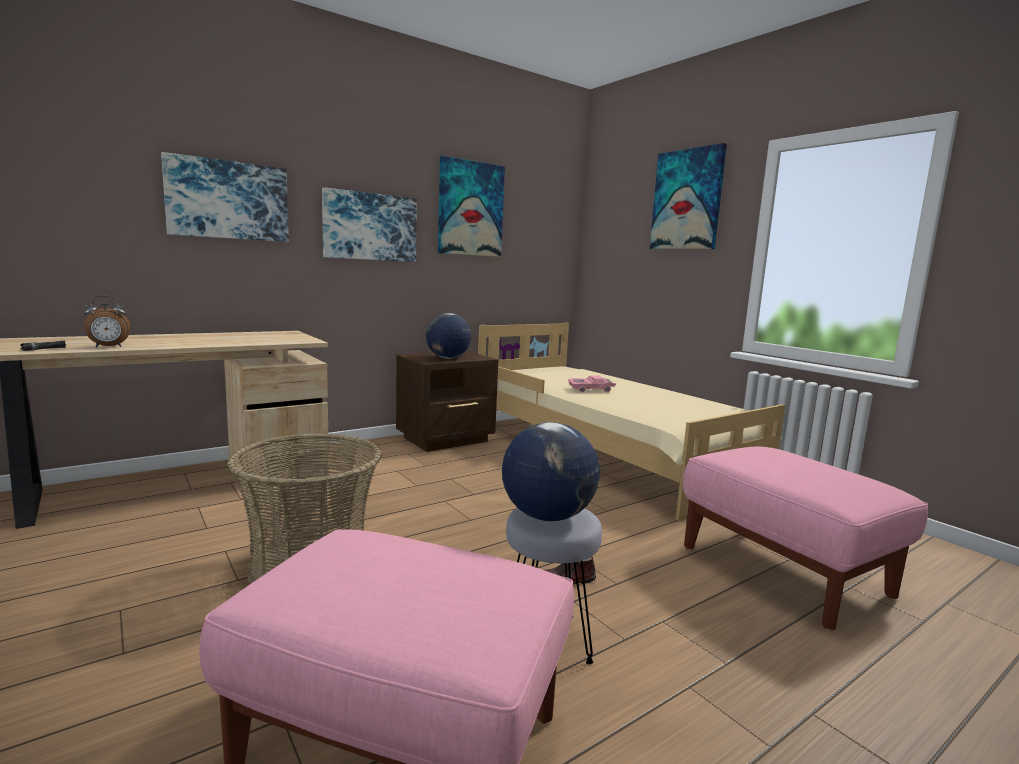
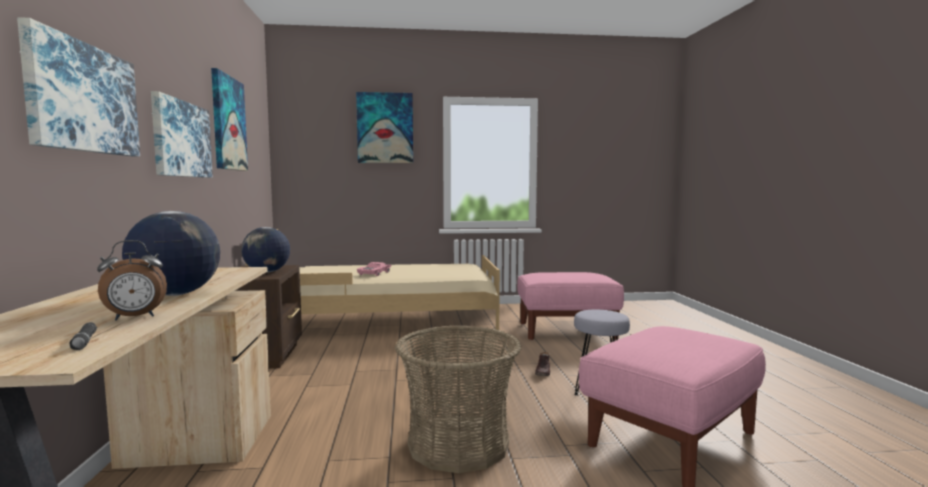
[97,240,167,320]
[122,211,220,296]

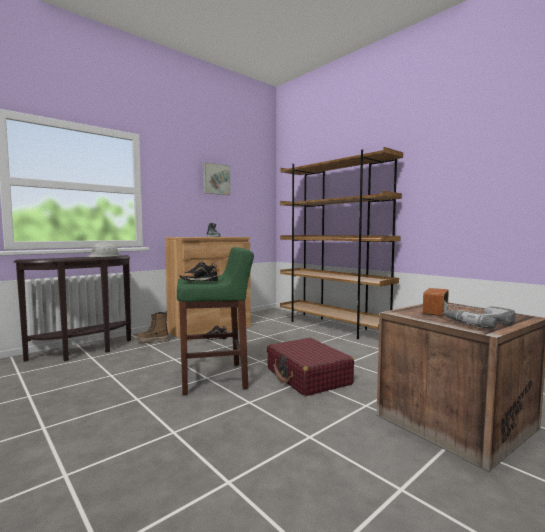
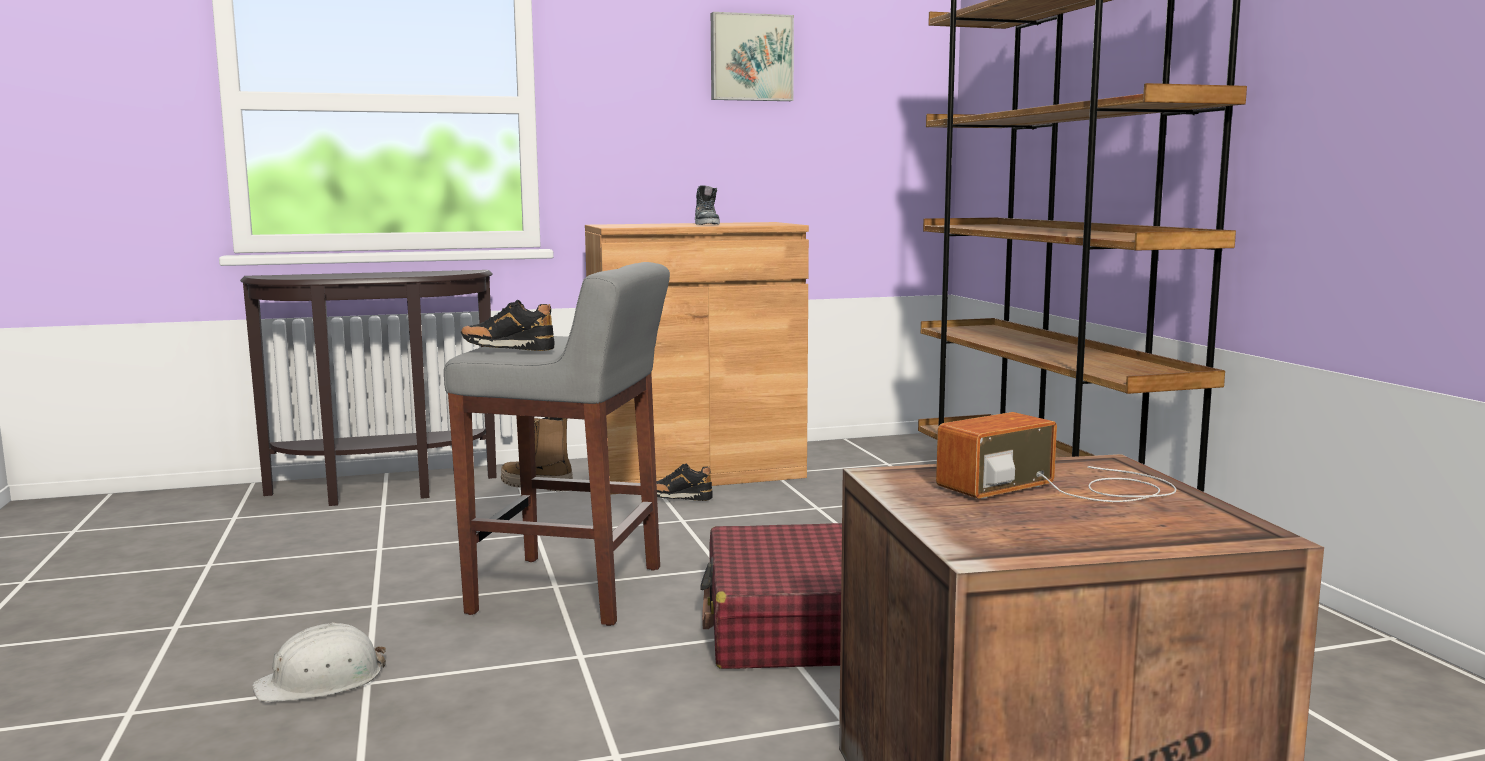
[252,622,386,702]
[444,262,670,626]
[443,306,516,329] (first image)

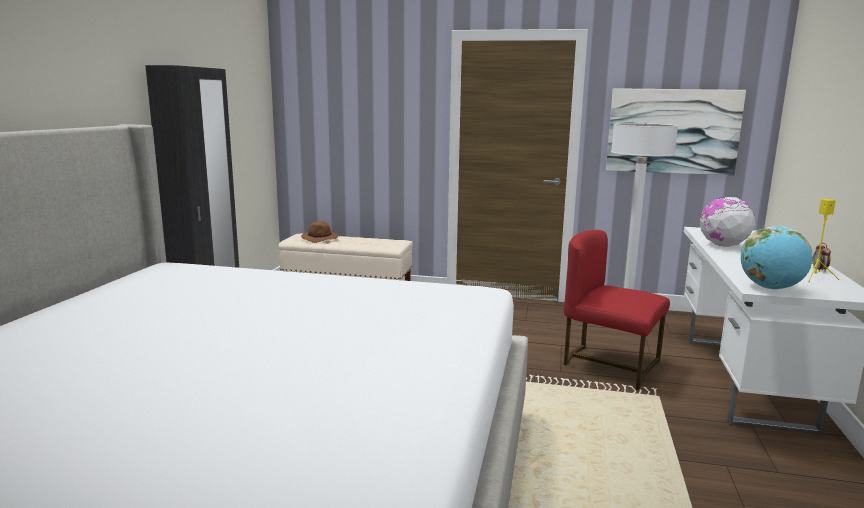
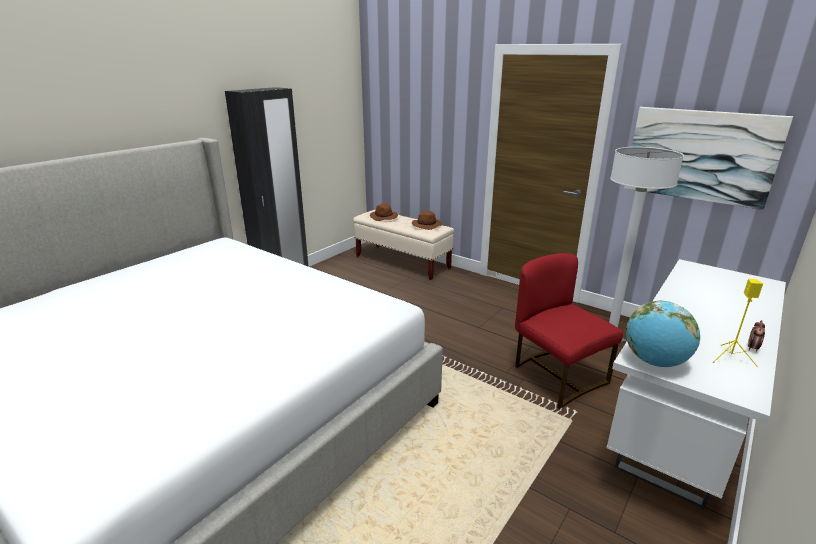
[700,197,755,247] (first image)
[412,211,442,230]

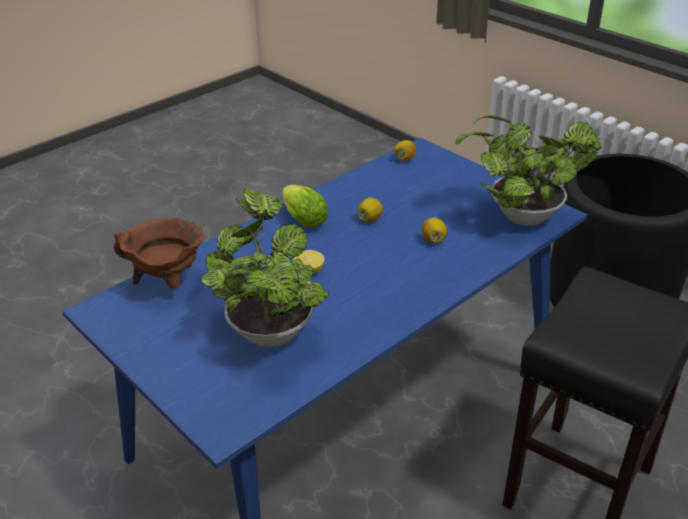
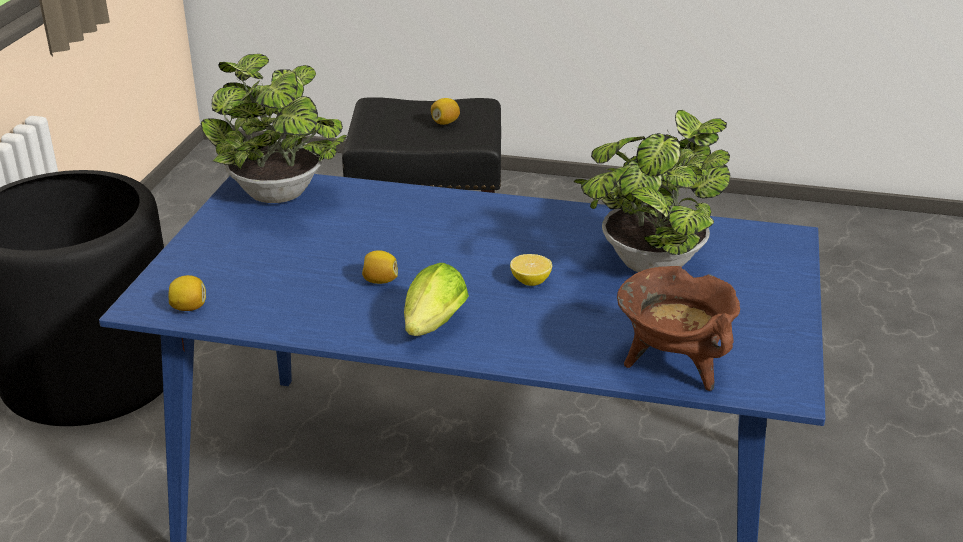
[431,98,460,125]

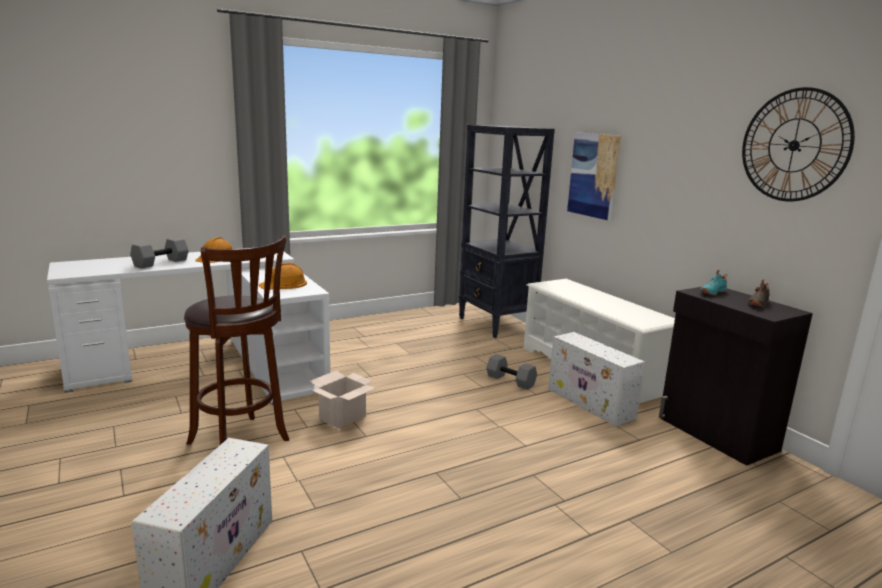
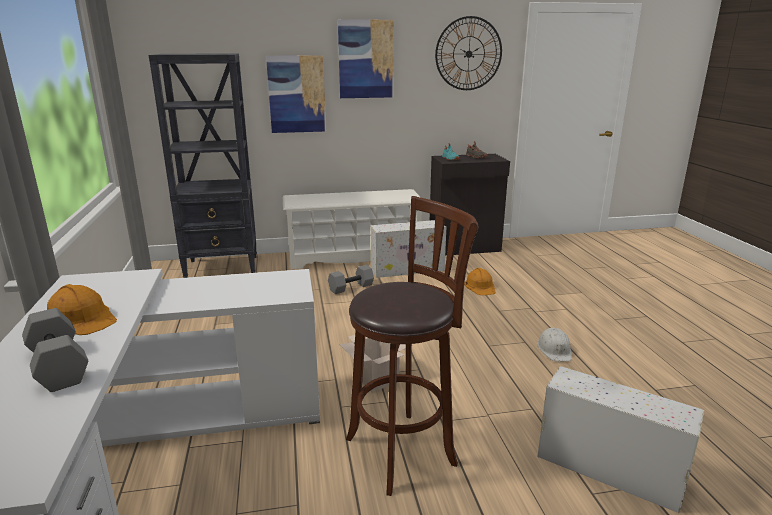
[464,268,496,295]
[338,19,394,98]
[537,328,572,361]

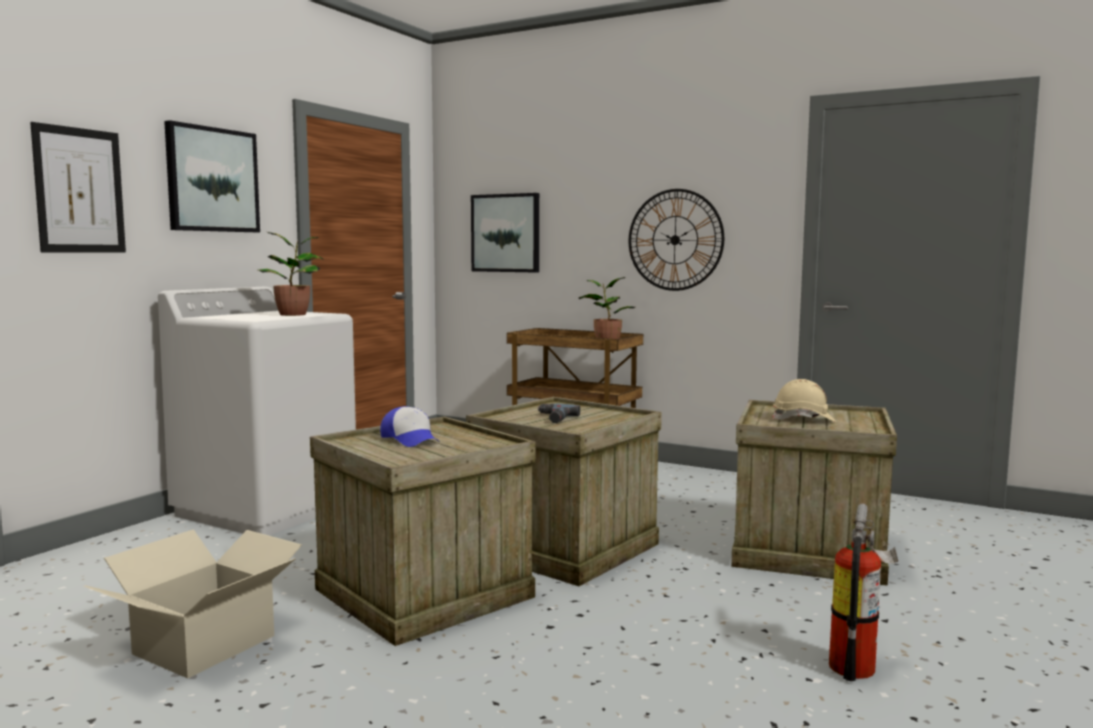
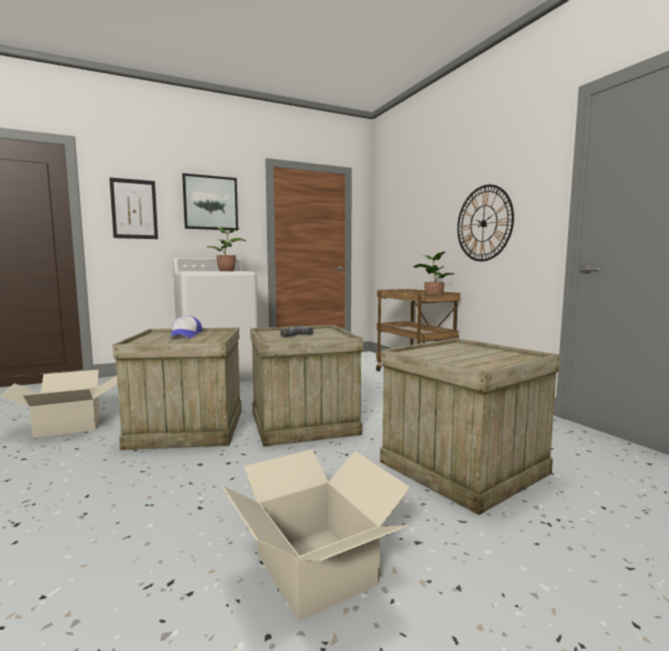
[471,193,539,272] (first image)
[772,379,836,422] (first image)
[221,449,411,621]

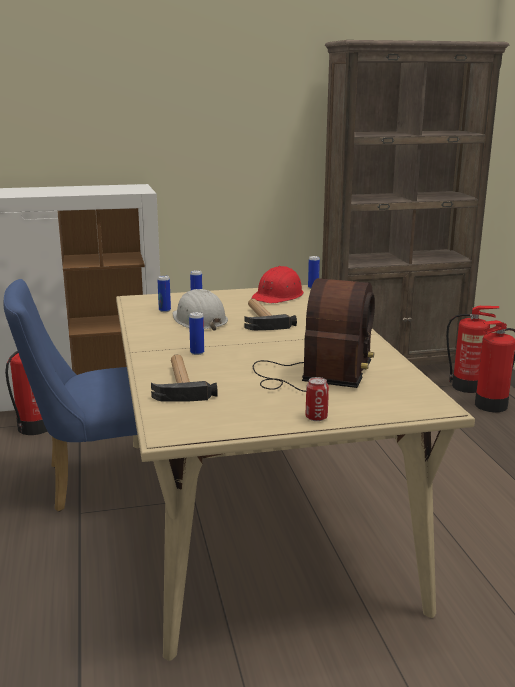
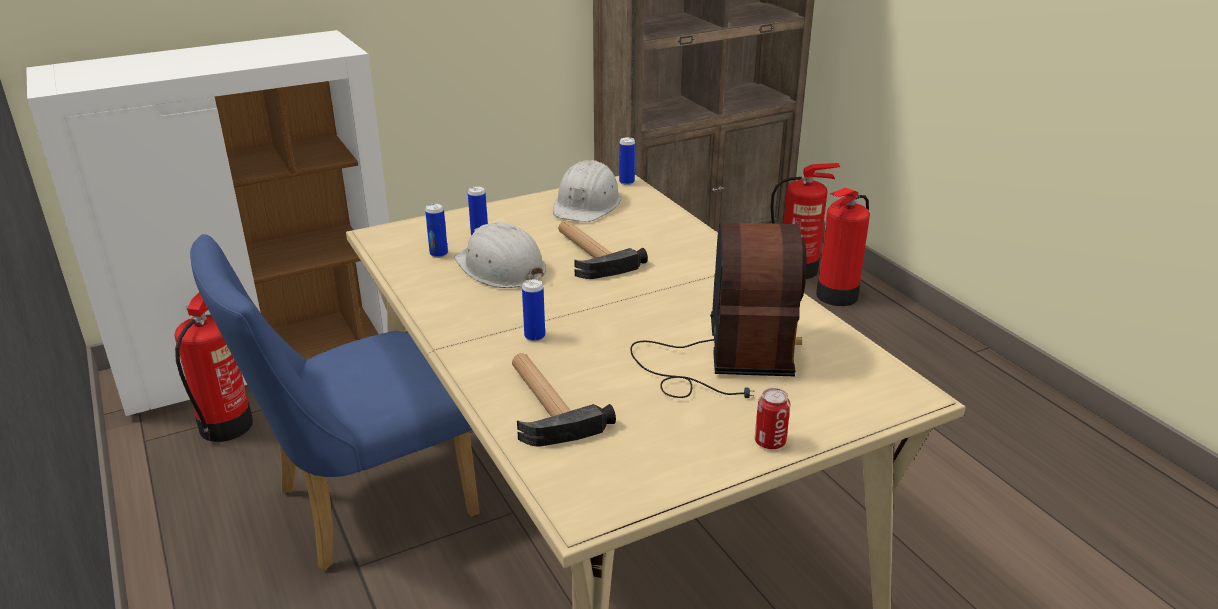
[553,160,621,222]

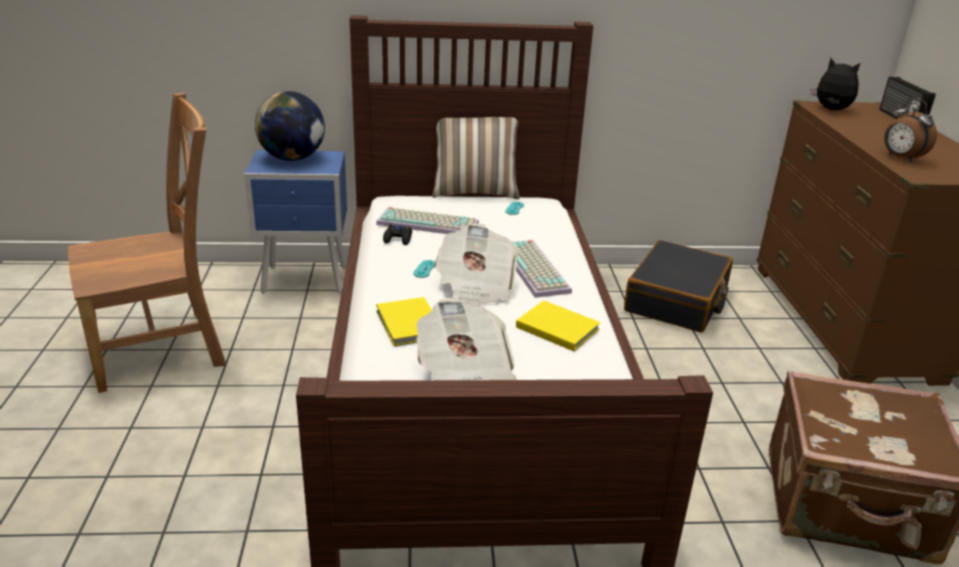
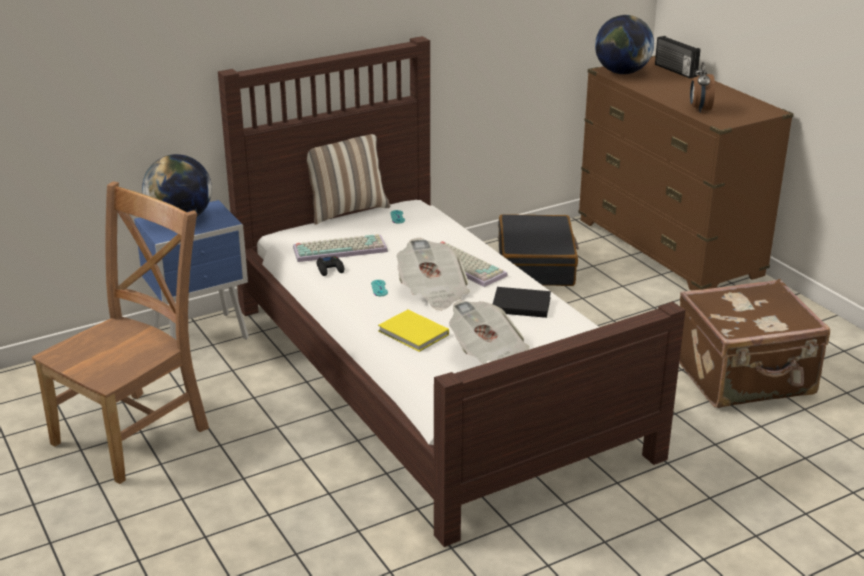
[492,287,551,318]
[595,15,654,74]
[690,62,715,113]

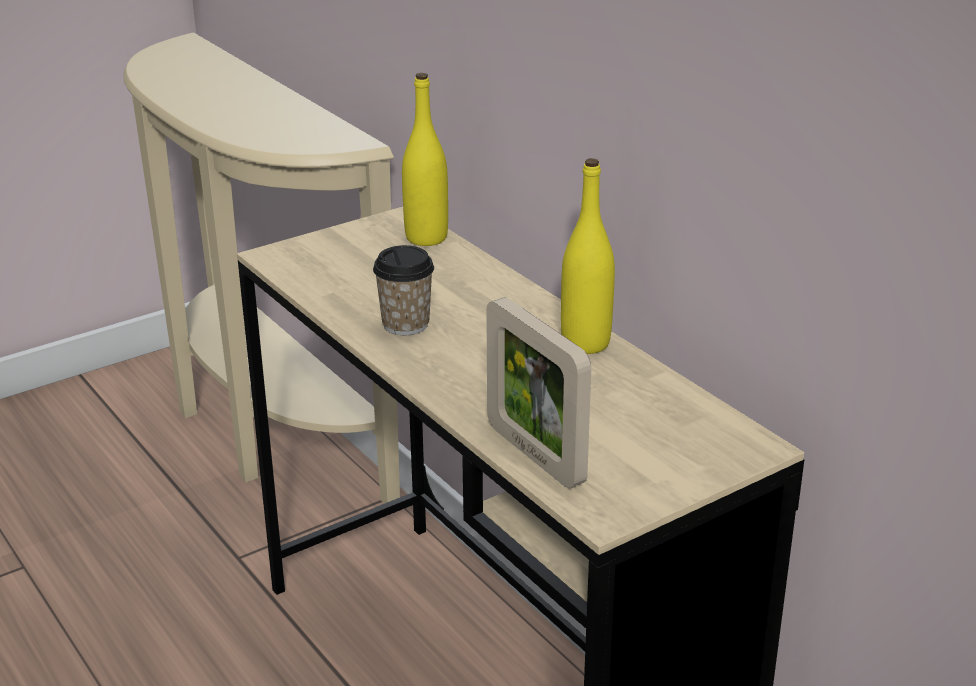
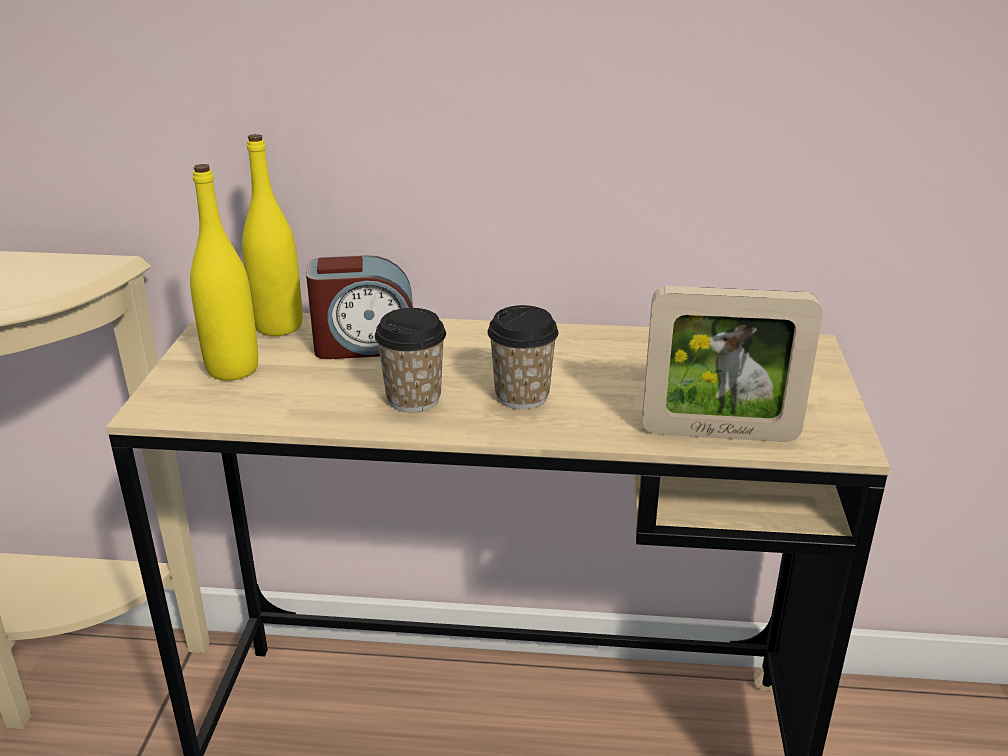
[190,164,258,380]
[306,255,413,359]
[487,305,559,409]

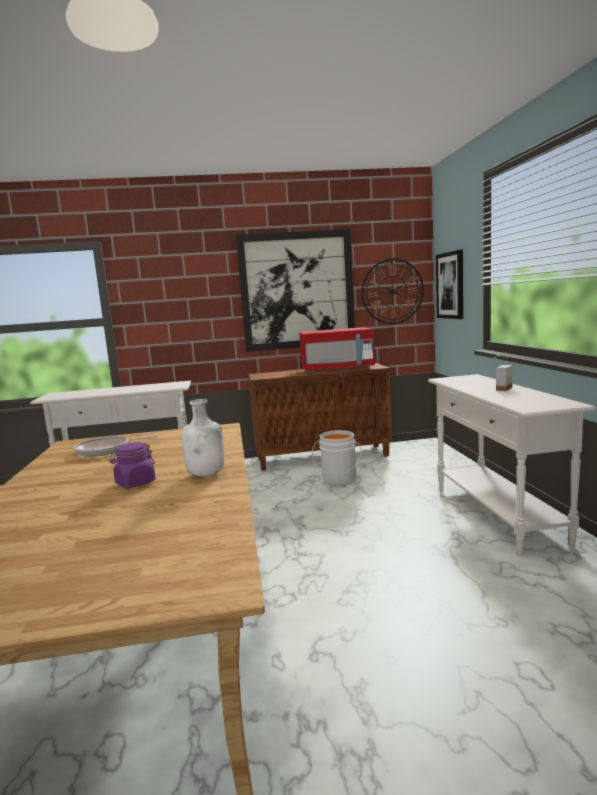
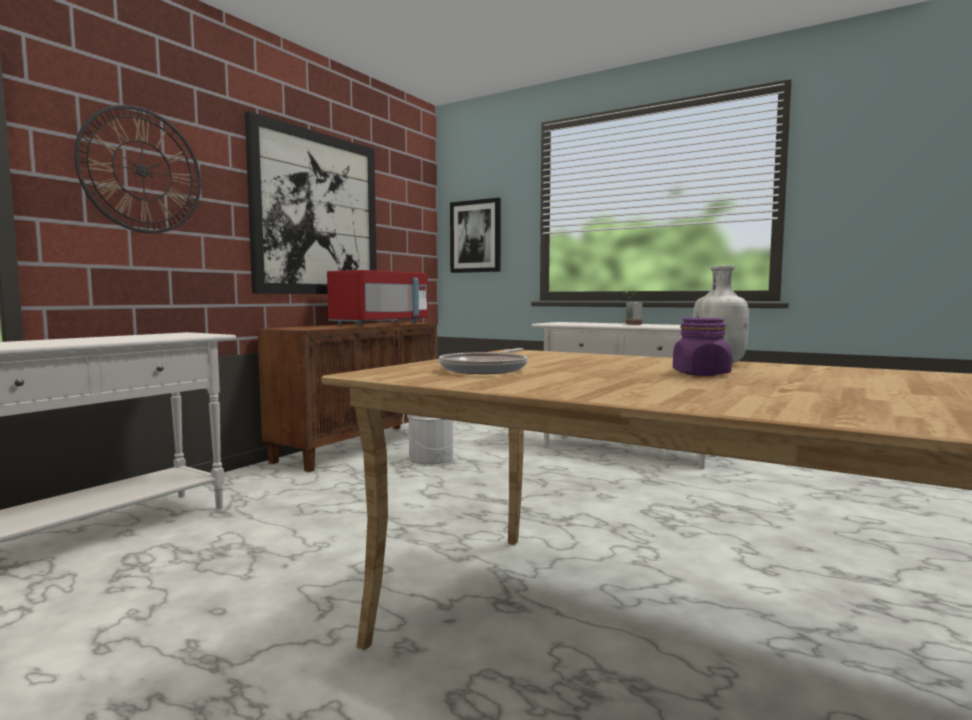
[74,105,201,233]

